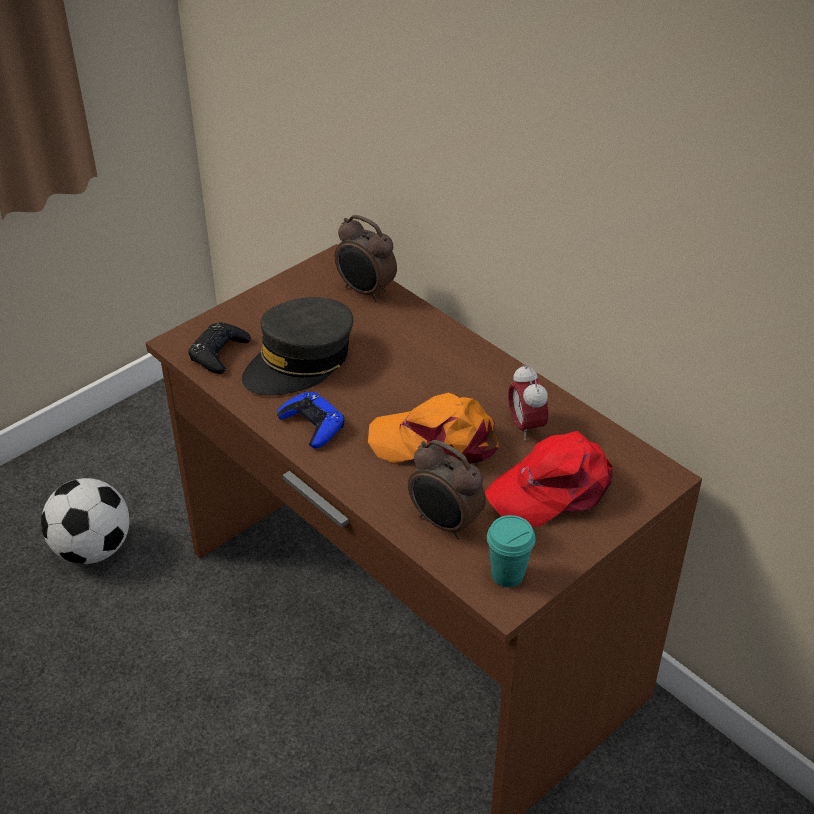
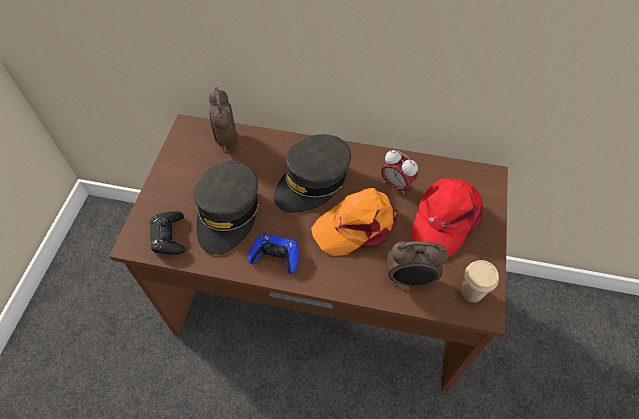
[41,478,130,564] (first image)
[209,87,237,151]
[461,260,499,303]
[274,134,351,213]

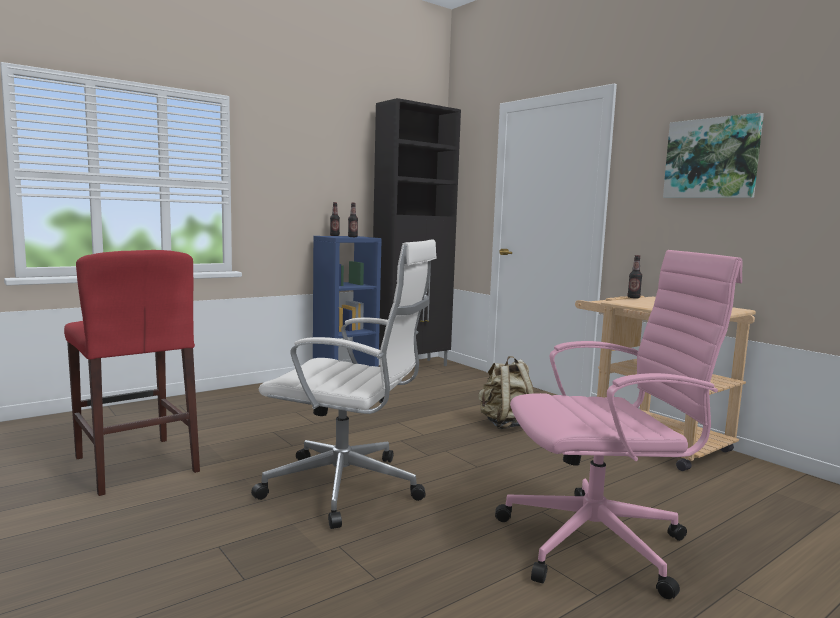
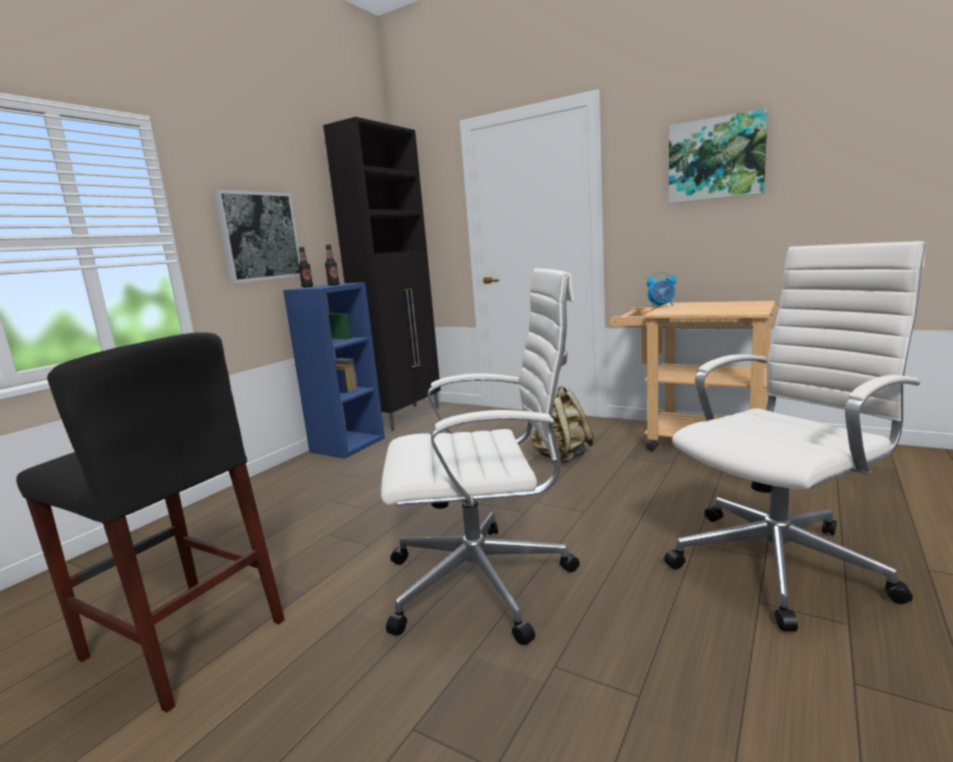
[16,332,285,713]
[664,241,925,632]
[647,272,676,307]
[213,190,300,283]

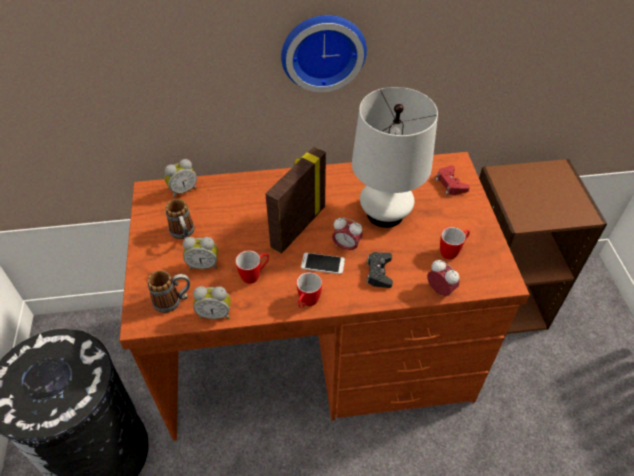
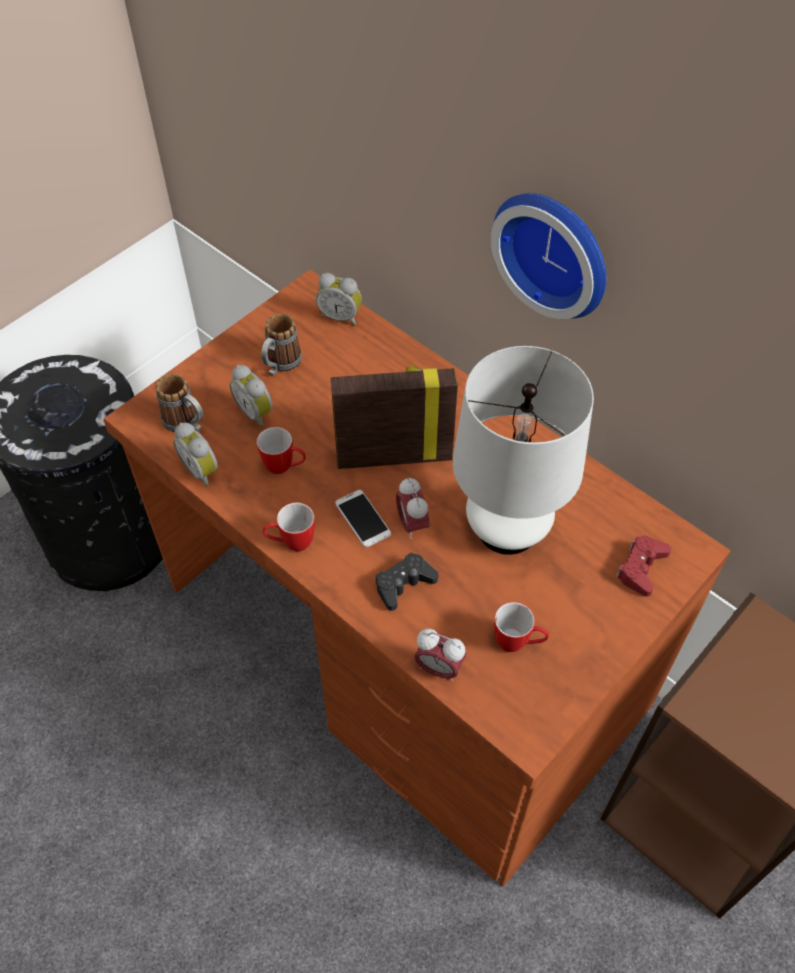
[414,629,467,682]

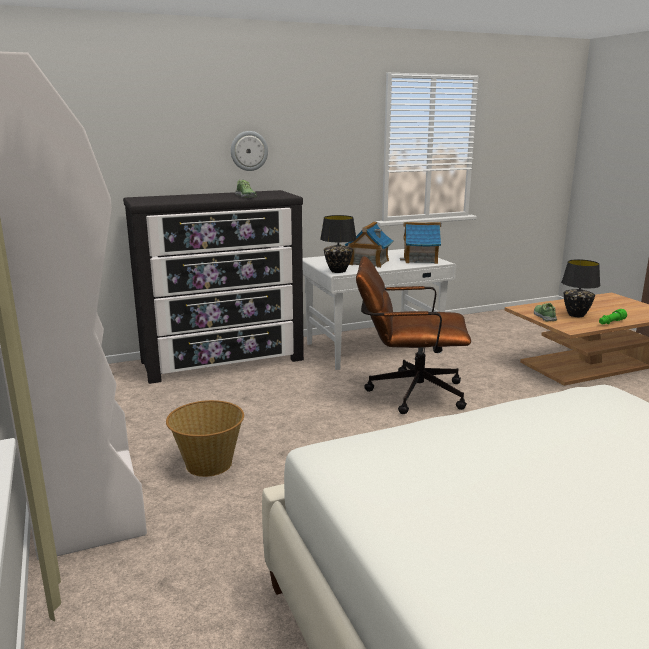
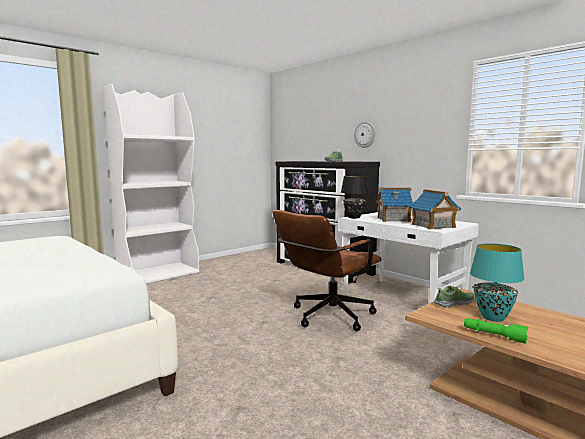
[166,400,244,477] (first image)
[273,210,382,331]
[470,243,525,322]

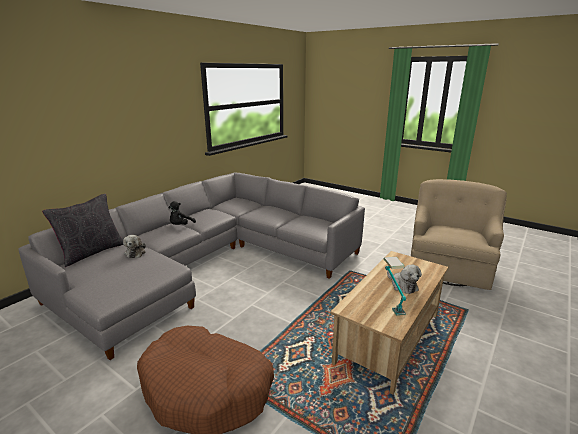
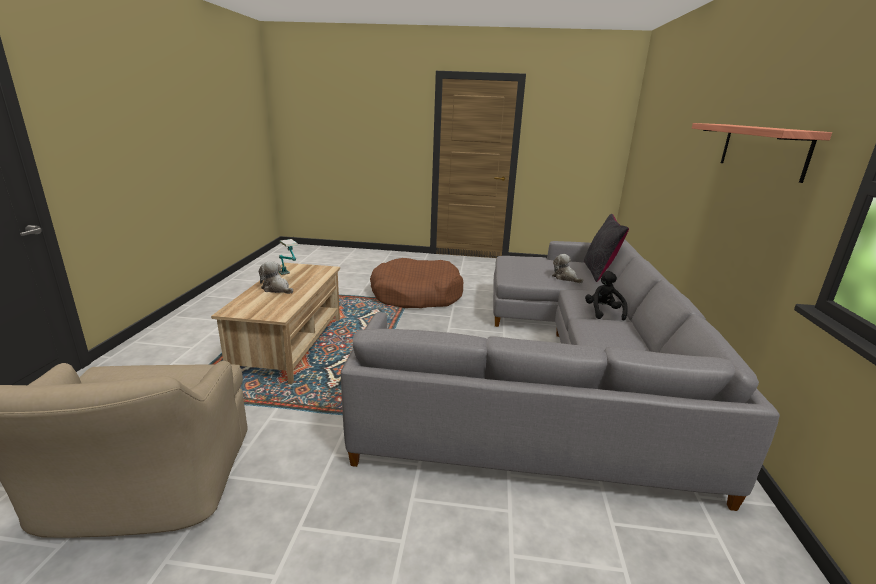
[692,123,832,183]

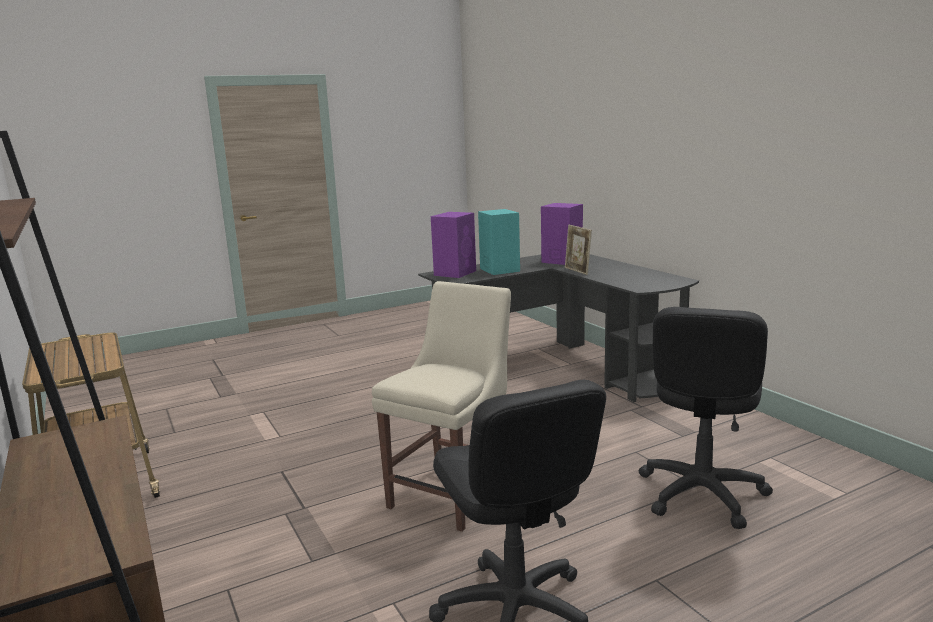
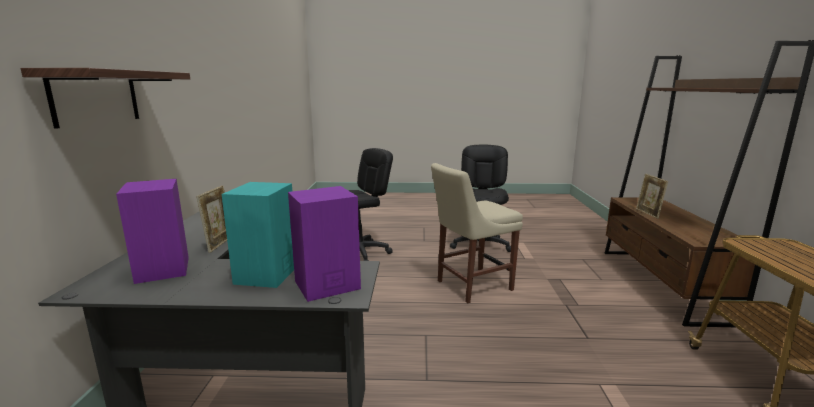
[20,68,190,129]
[636,174,669,219]

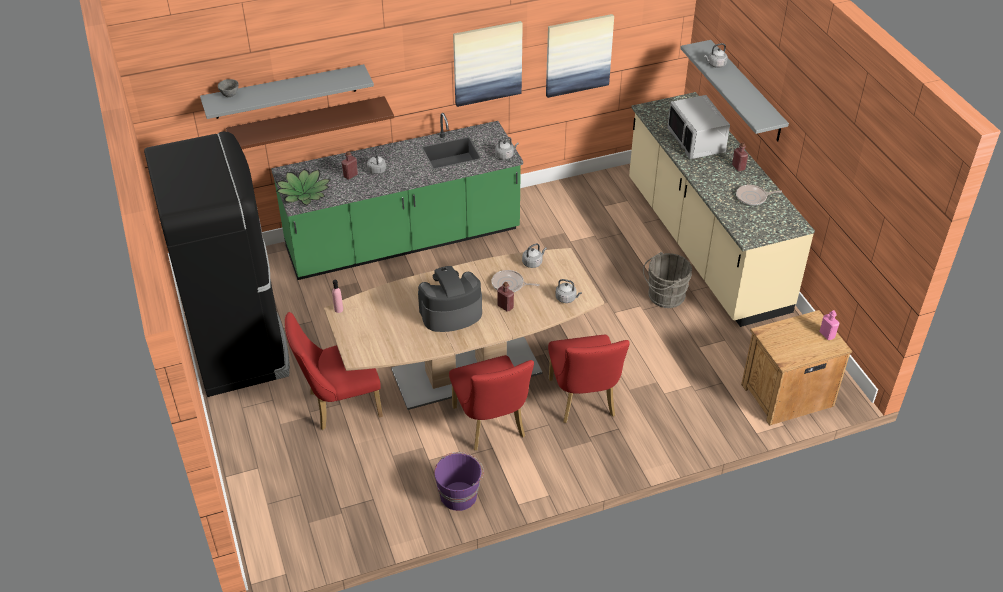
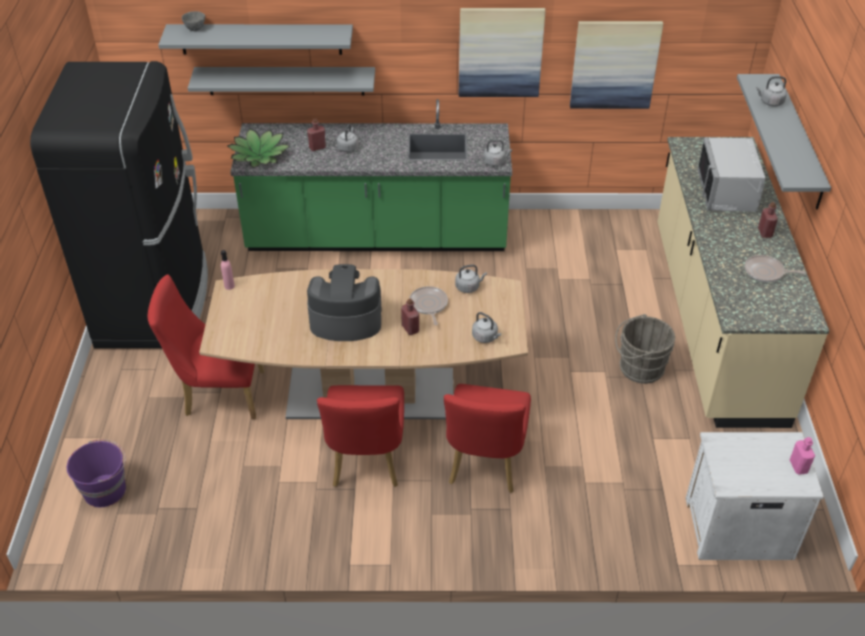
[188,67,375,96]
[67,439,126,507]
[409,286,448,325]
[686,432,824,560]

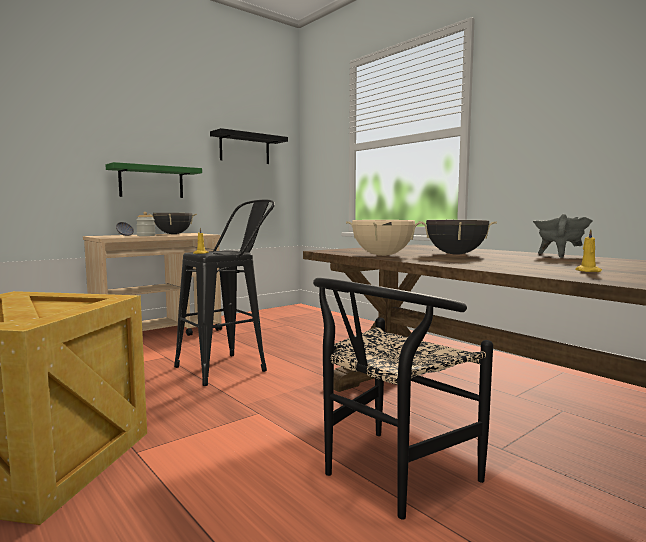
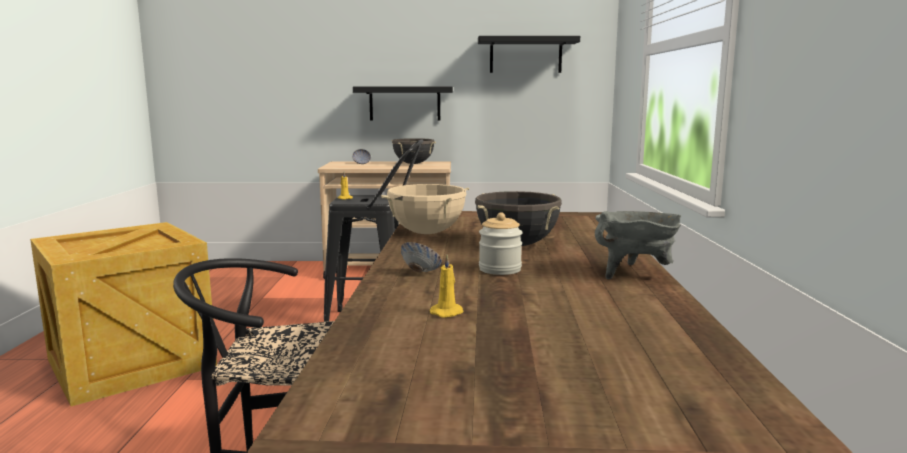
[353,87,453,120]
[479,212,523,275]
[401,242,442,272]

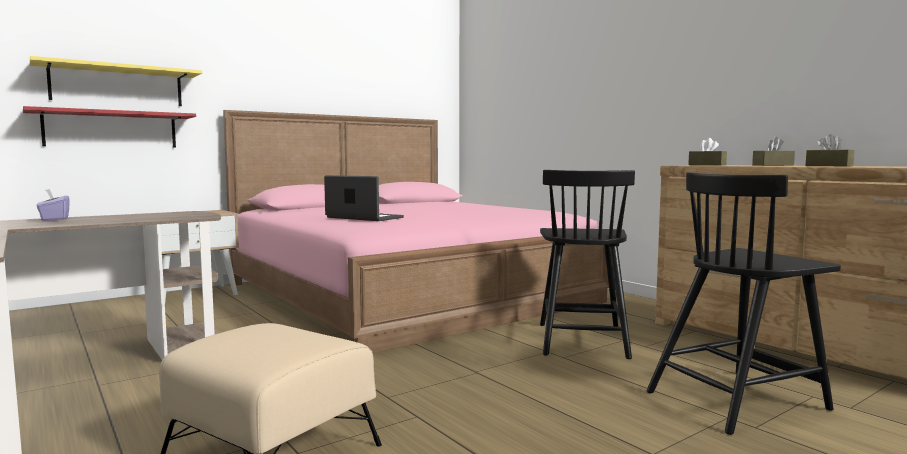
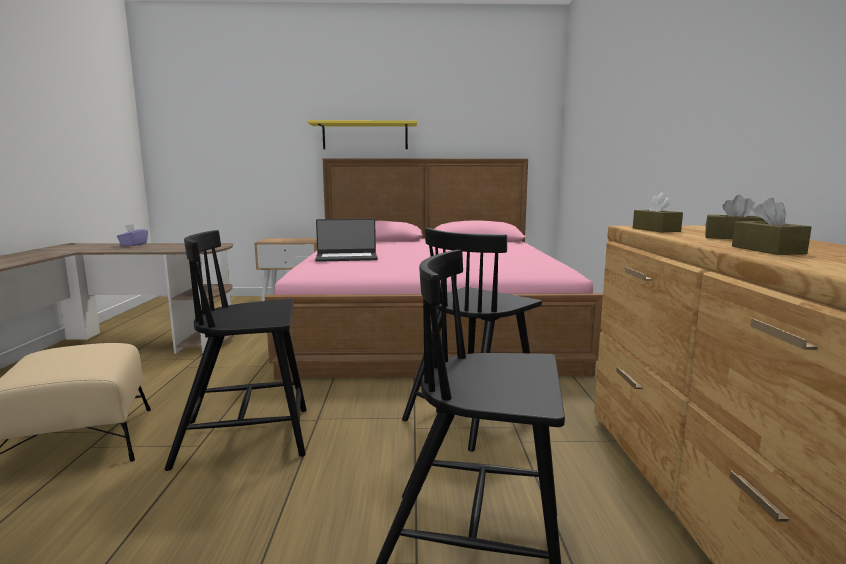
[23,106,196,148] (first image)
[307,120,417,149]
[315,219,378,262]
[164,230,307,471]

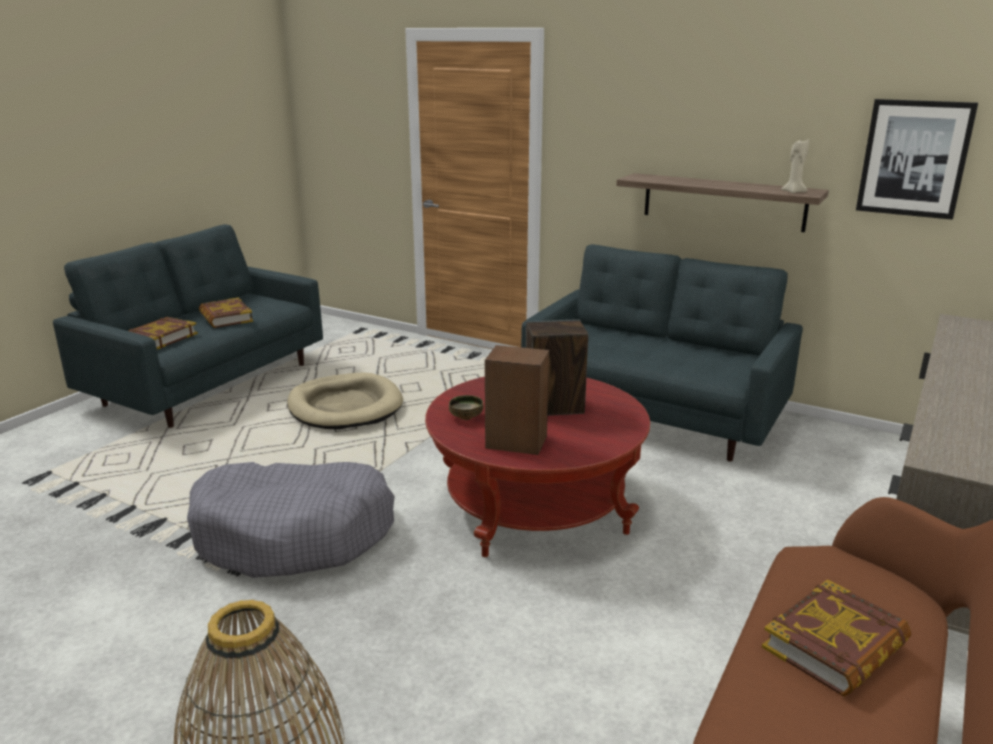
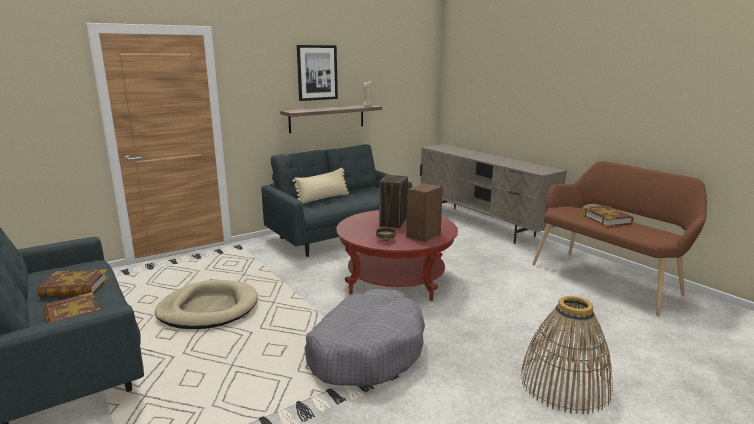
[297,45,338,101]
[293,168,349,204]

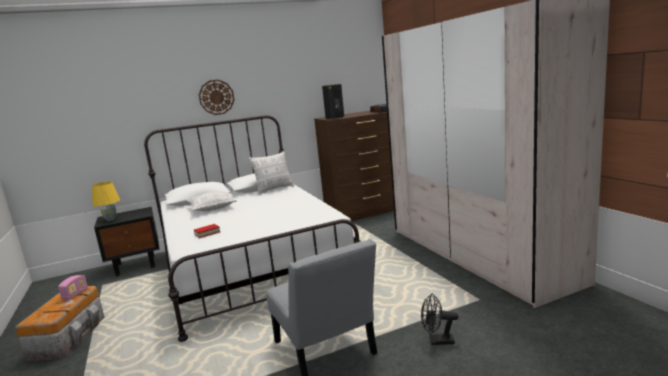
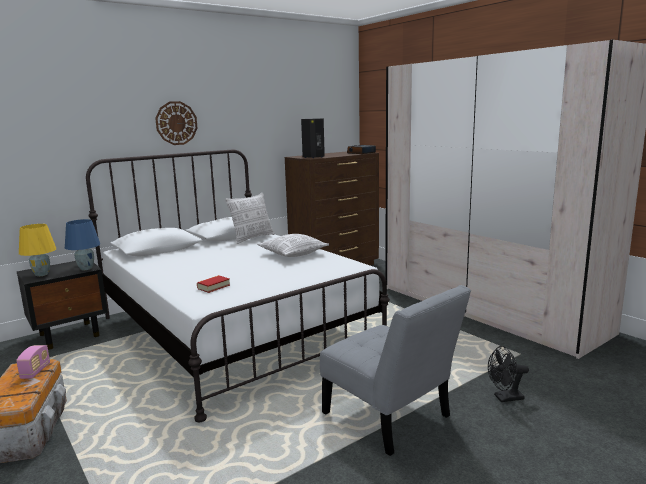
[257,234,329,257]
[65,219,100,270]

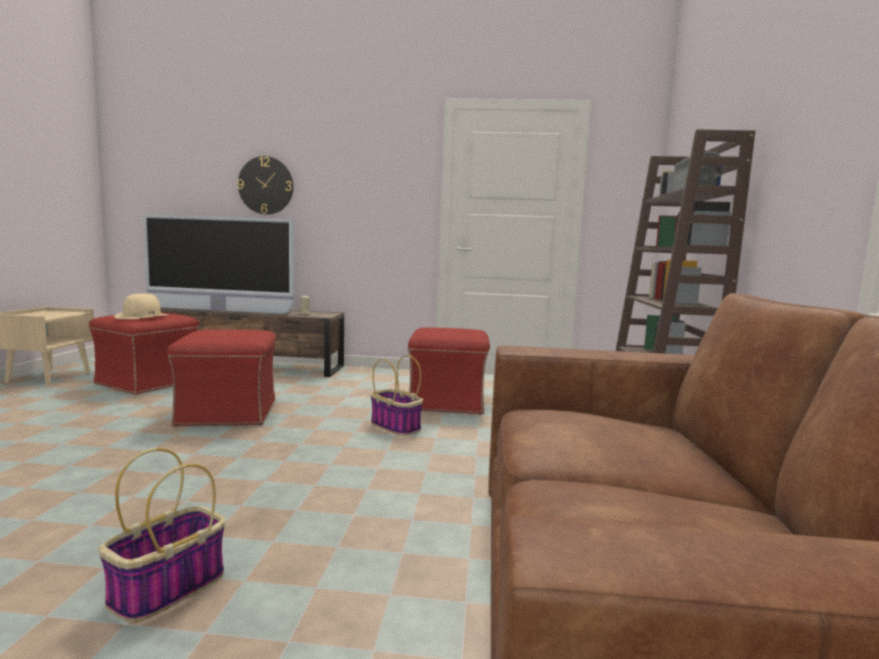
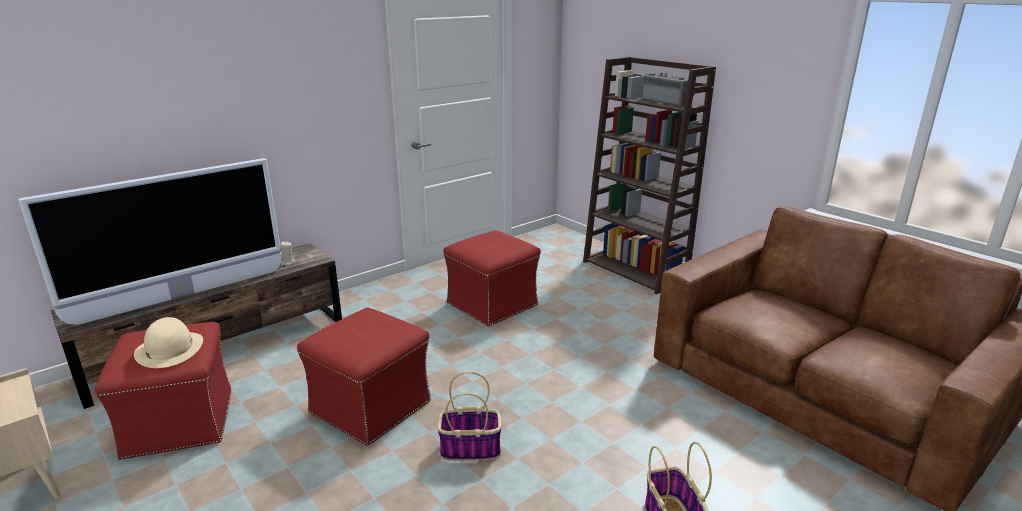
[237,156,293,214] (first image)
[437,372,502,461]

